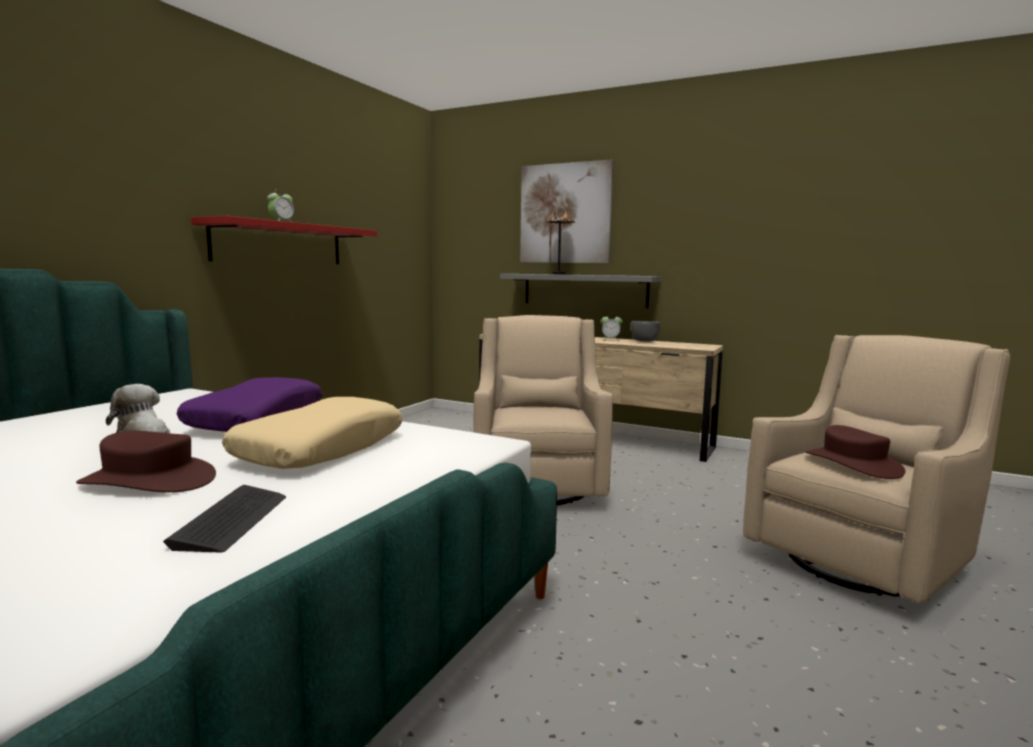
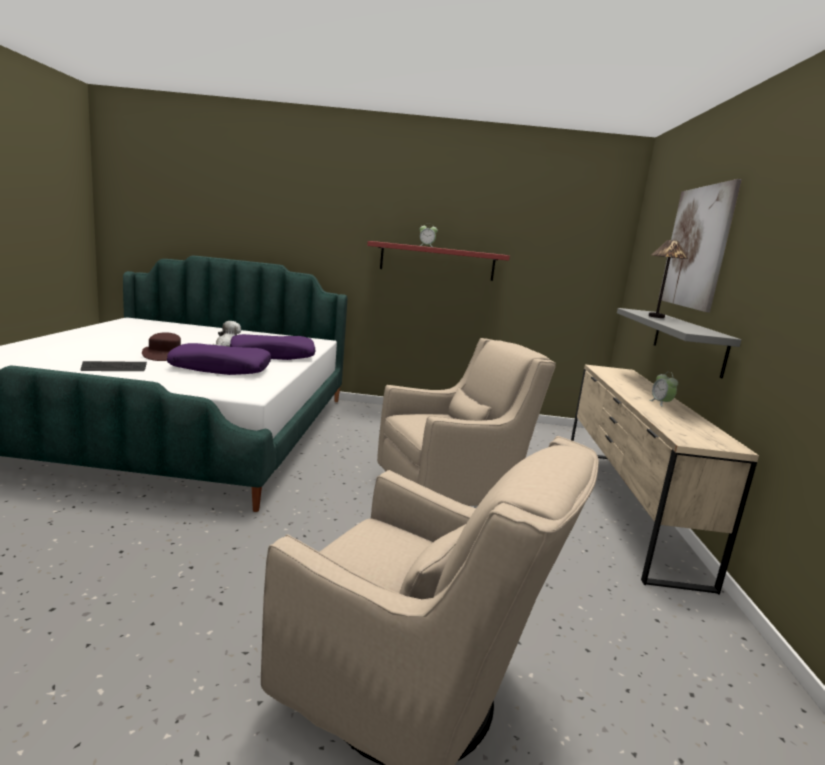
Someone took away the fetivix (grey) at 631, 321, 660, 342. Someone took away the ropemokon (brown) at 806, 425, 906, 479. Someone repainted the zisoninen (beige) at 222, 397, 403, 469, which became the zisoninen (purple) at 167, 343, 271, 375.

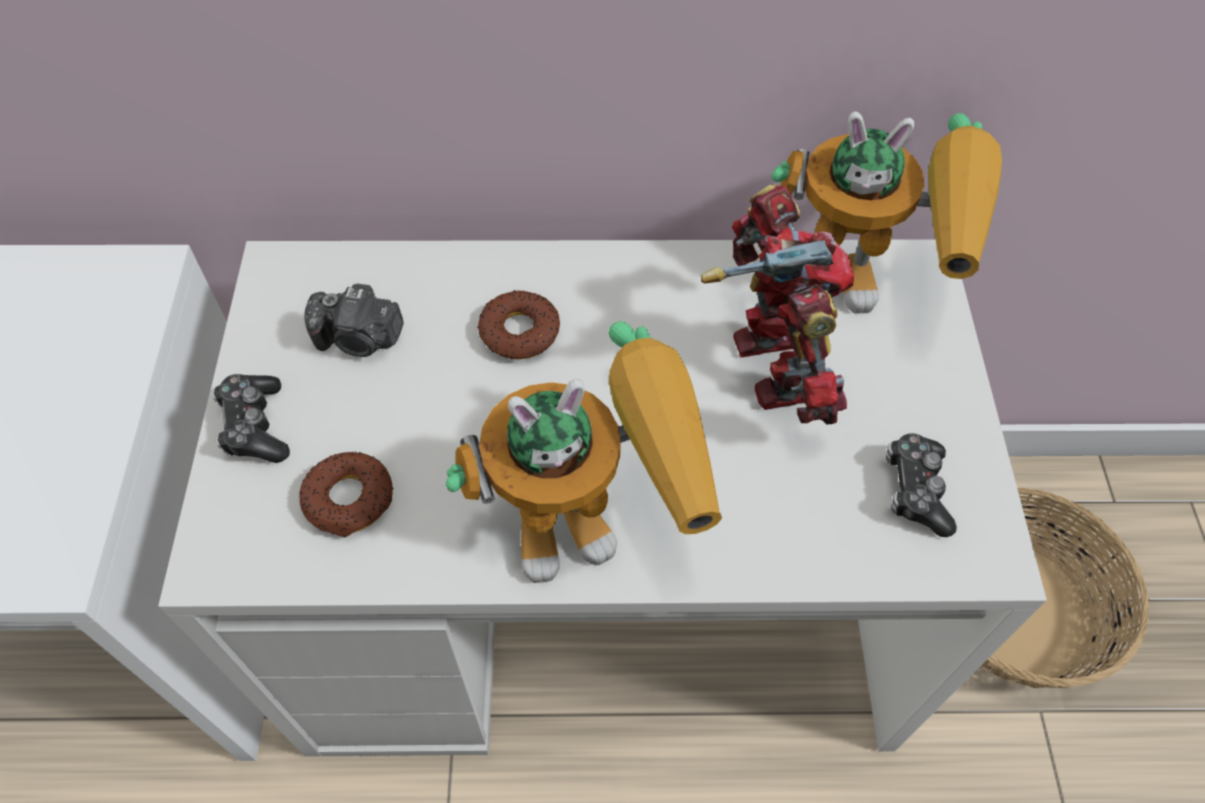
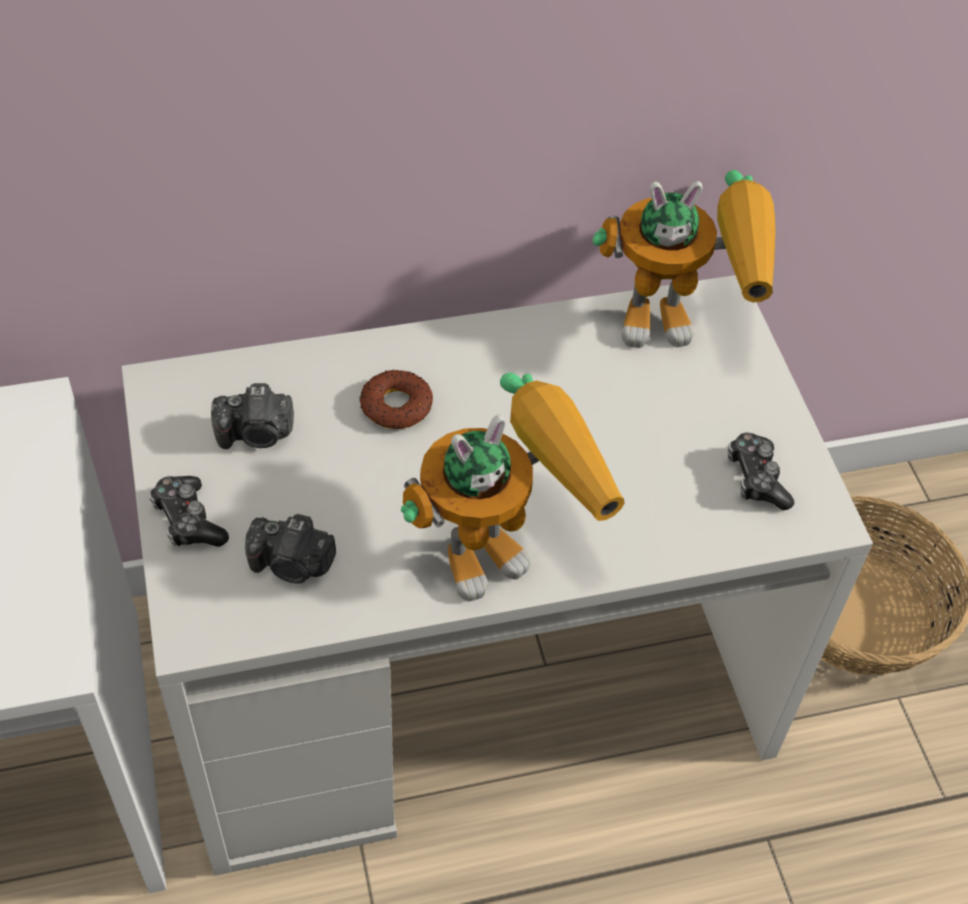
Someone took away the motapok at 701, 184, 854, 424. Someone swapped the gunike at 299, 452, 394, 537 for the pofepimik at 245, 514, 336, 584.

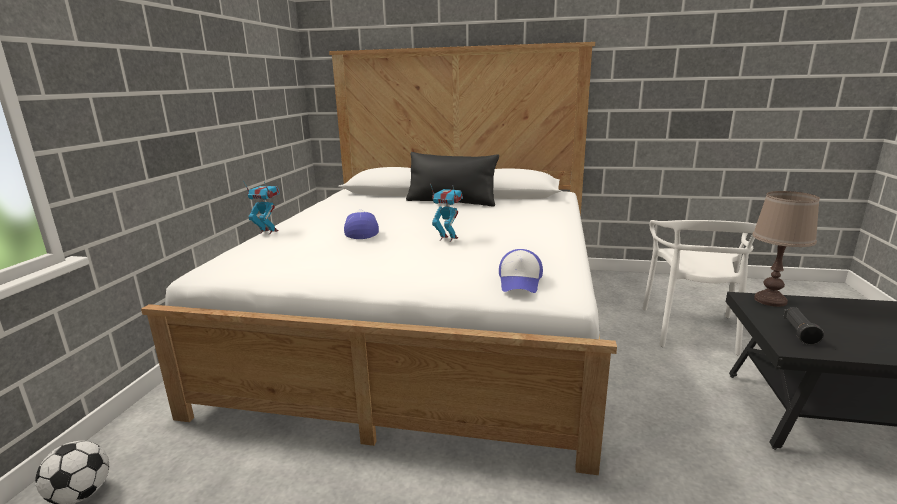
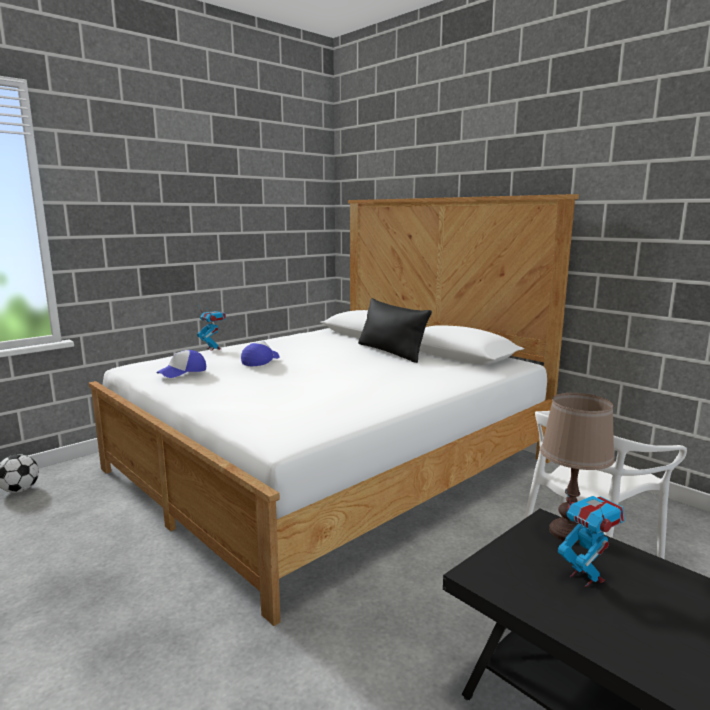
Someone took away the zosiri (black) at 783, 307, 824, 345. Someone carried the motapok from 430, 184, 463, 242 to 558, 489, 625, 587. Someone carried the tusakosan from 499, 249, 543, 293 to 156, 350, 206, 378.

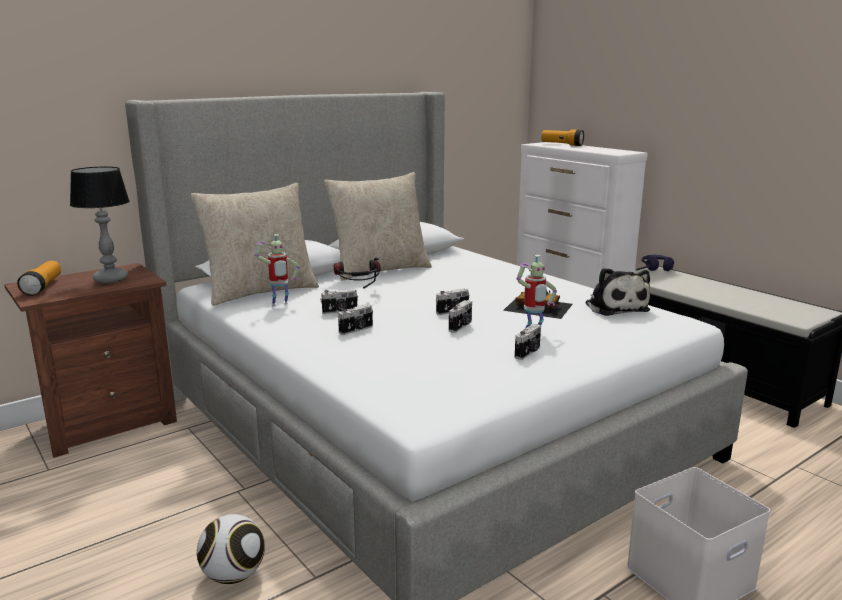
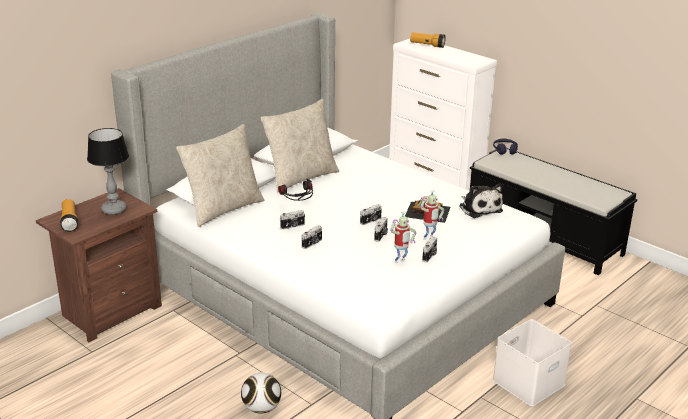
Someone carried the motapok from 255, 234, 300, 306 to 390, 211, 416, 263.

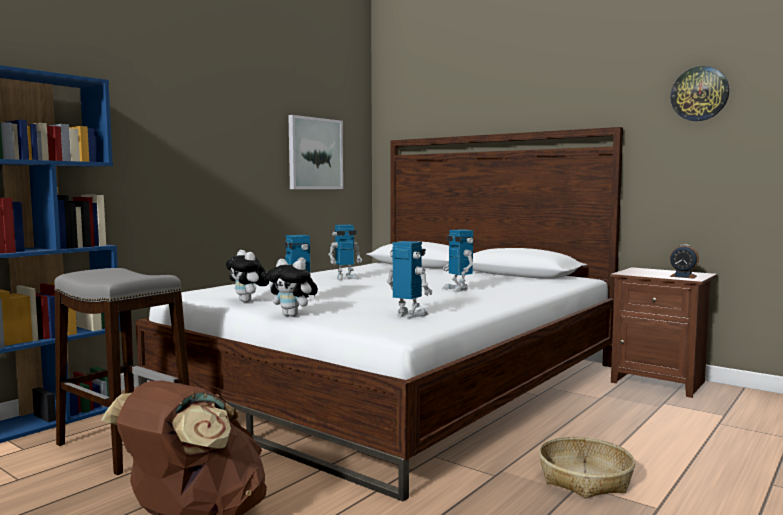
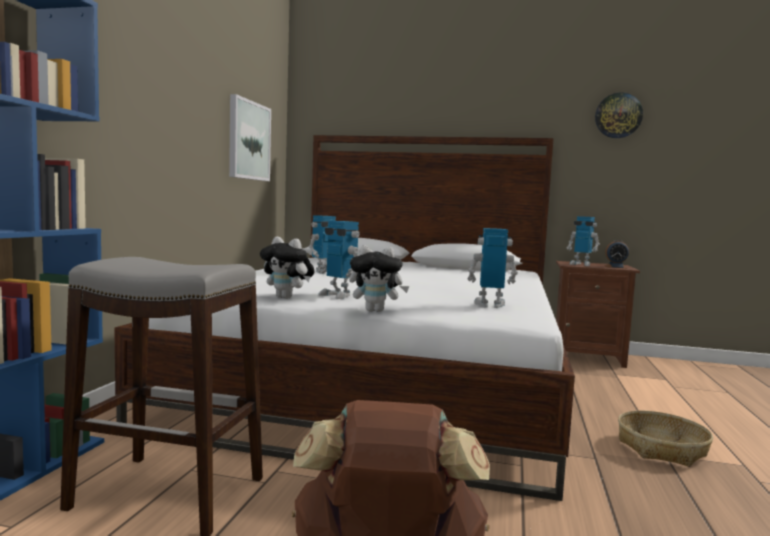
Someone carried the motapok from 442, 229, 474, 292 to 567, 216, 600, 266.

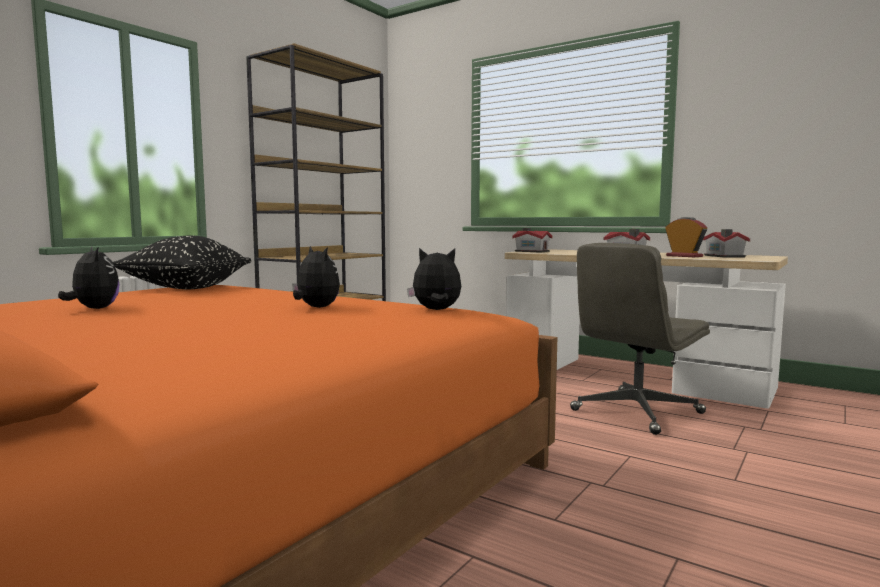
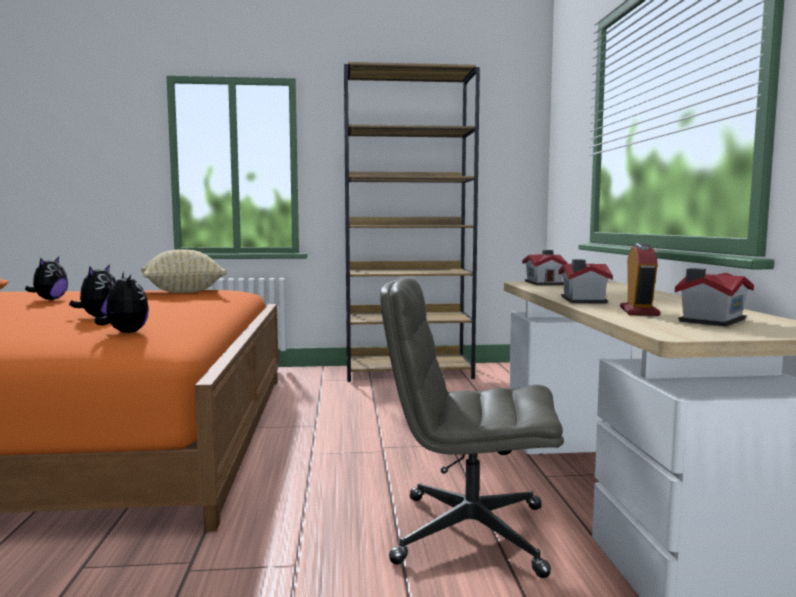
Someone repainted the zisoninen (black) at 113, 236, 251, 289, which became the zisoninen (beige) at 141, 249, 227, 293.

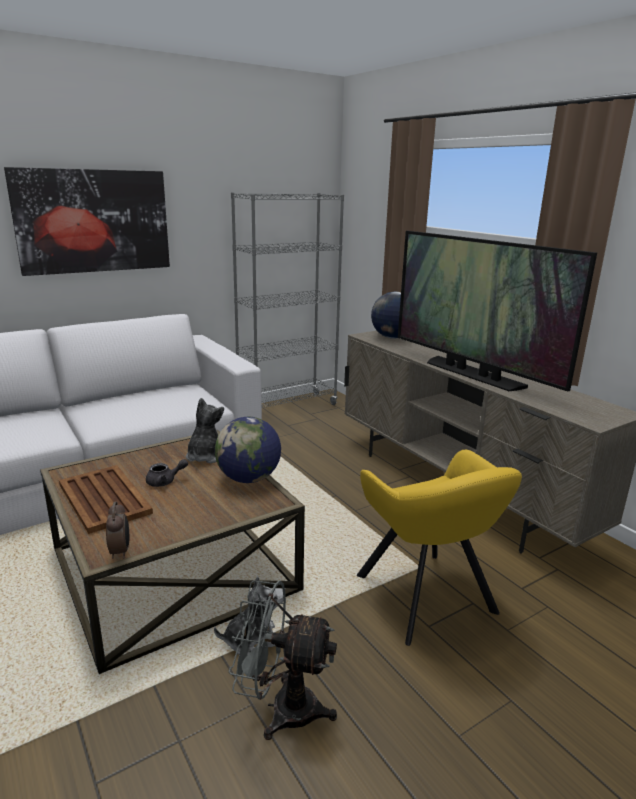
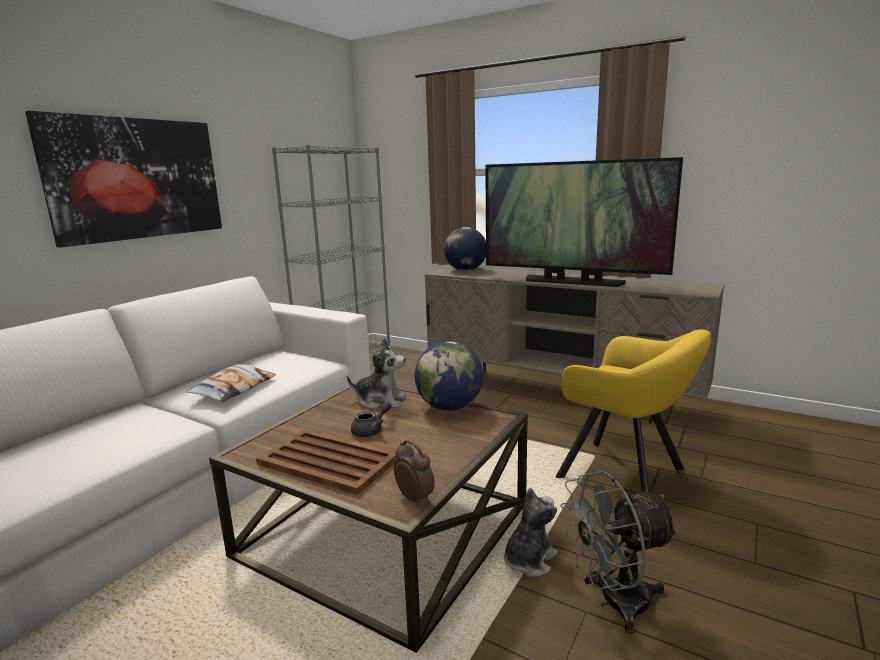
Someone put down the zisoninen at 186, 364, 276, 402. Someone rotated the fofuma at 186, 398, 224, 463 by 120 degrees clockwise.

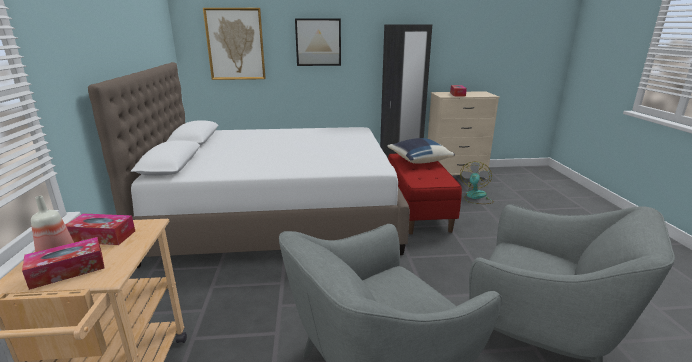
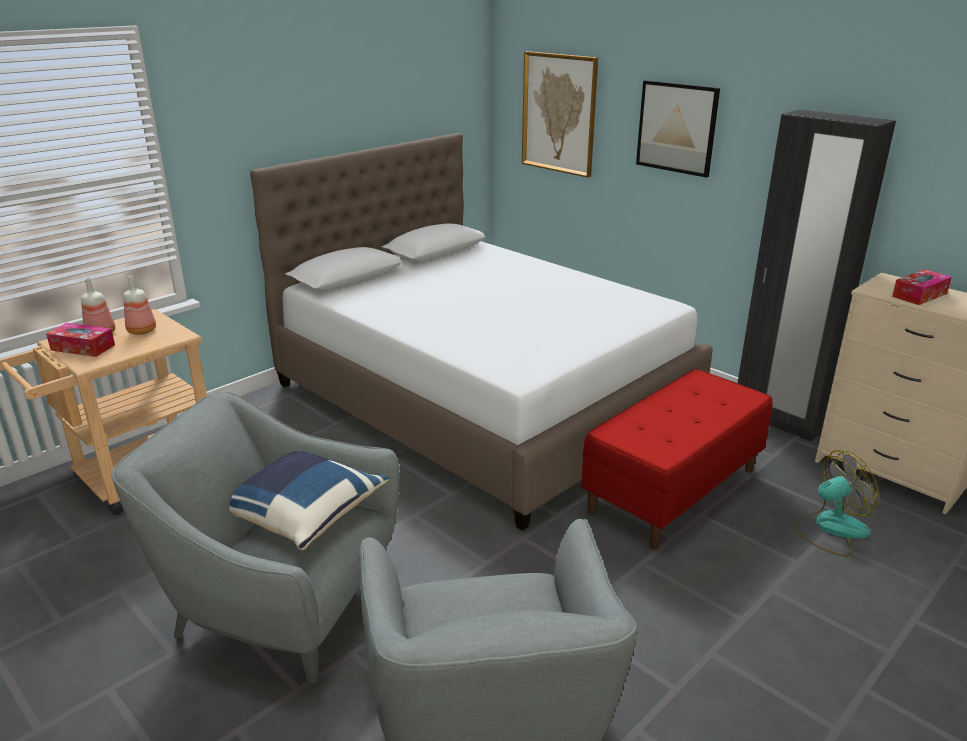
Someone carried the zisoninen (blue) from 388, 138, 455, 164 to 229, 451, 388, 550. Someone swapped the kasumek at 66, 213, 135, 245 for the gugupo at 123, 276, 156, 335.

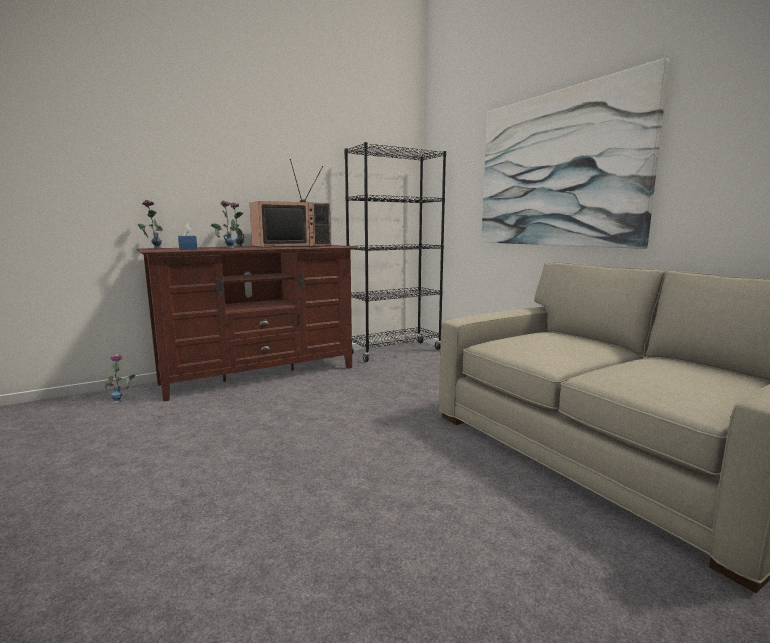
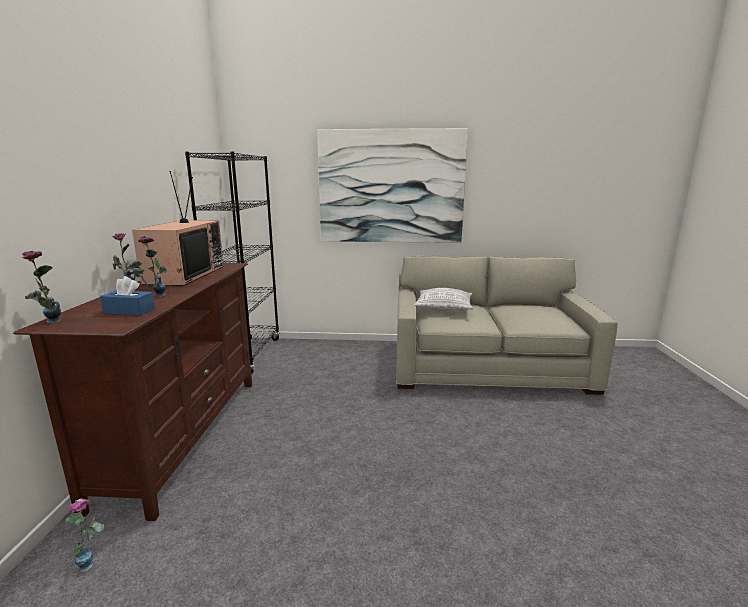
Someone put down the zisoninen at 414, 288, 473, 313.

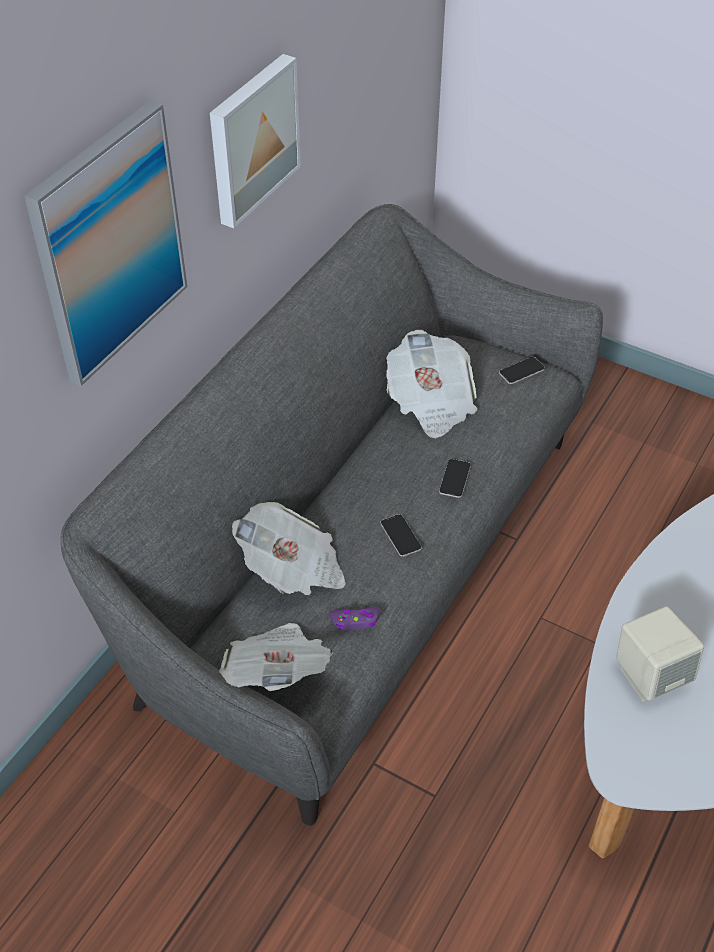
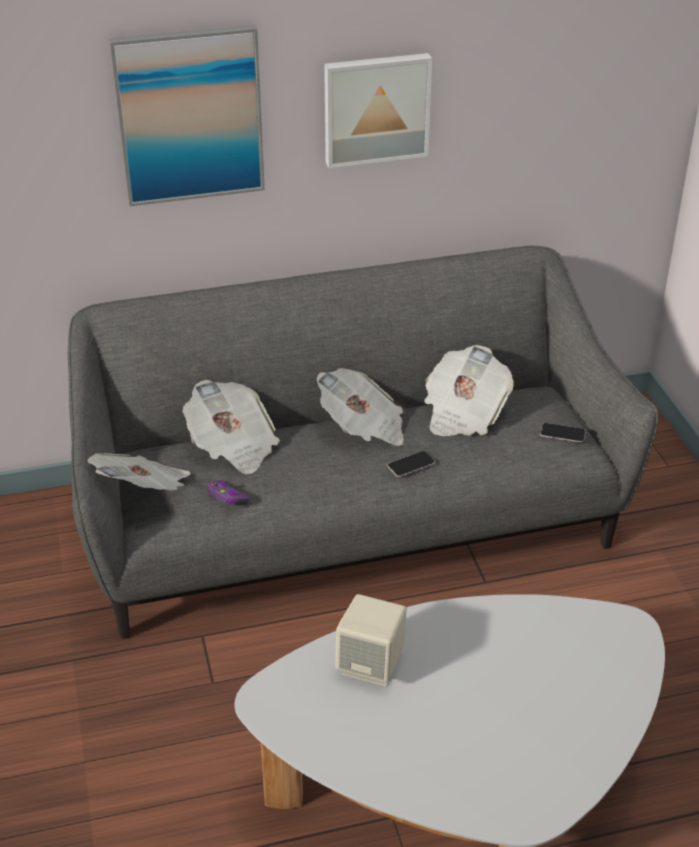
Someone took away the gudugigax at 380, 514, 422, 557. Someone put down the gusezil at 317, 368, 403, 446.

